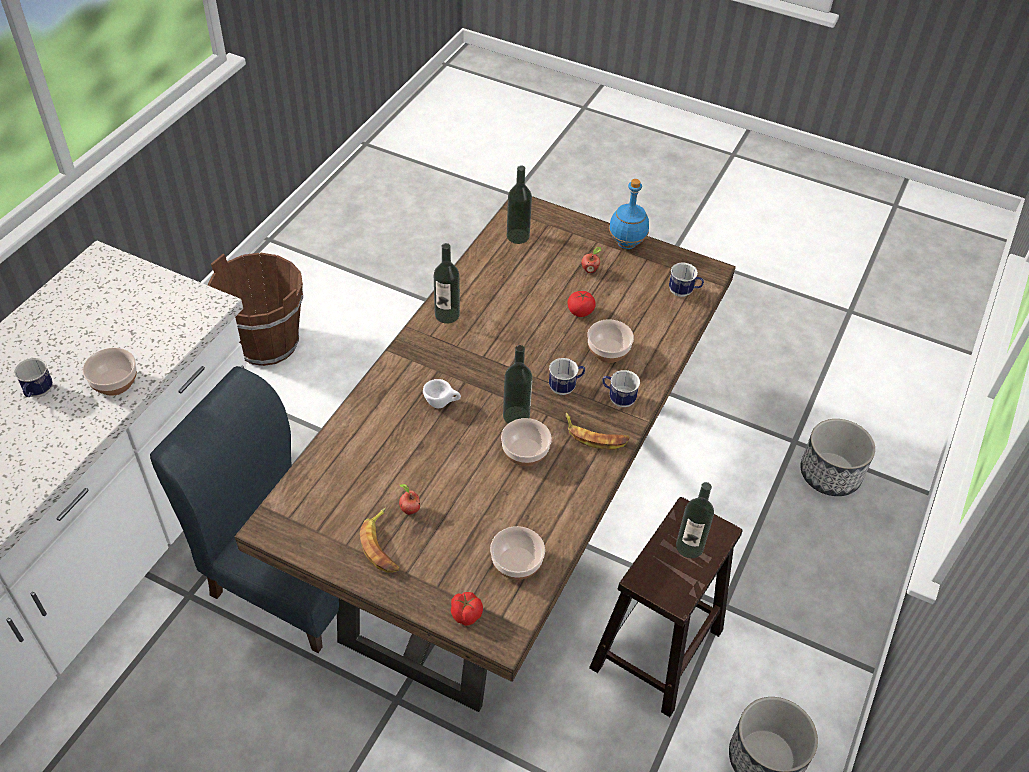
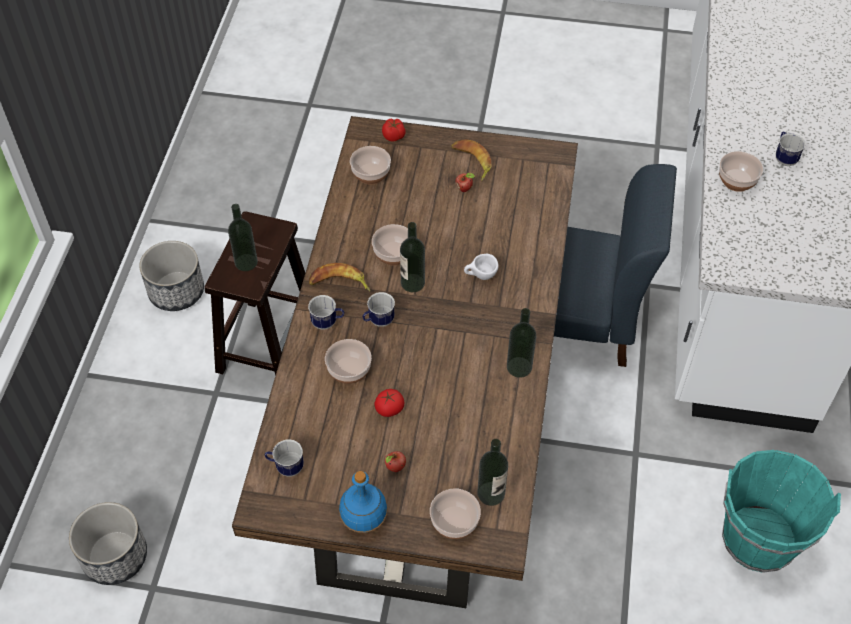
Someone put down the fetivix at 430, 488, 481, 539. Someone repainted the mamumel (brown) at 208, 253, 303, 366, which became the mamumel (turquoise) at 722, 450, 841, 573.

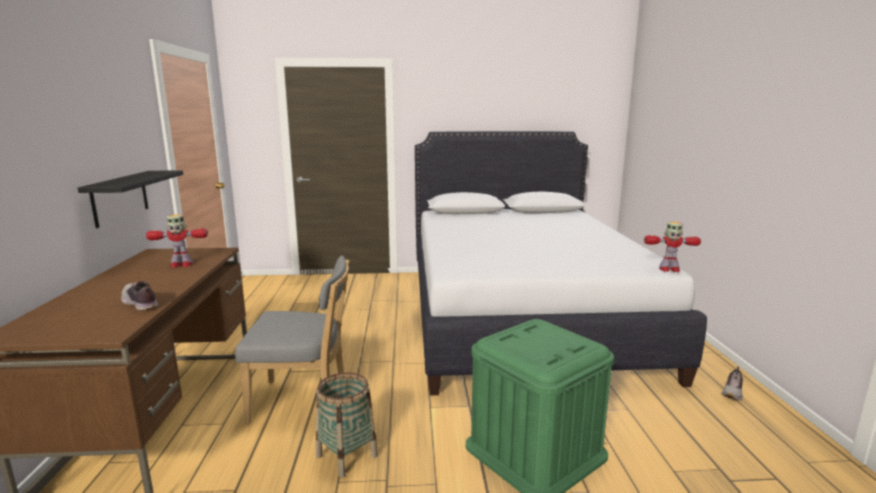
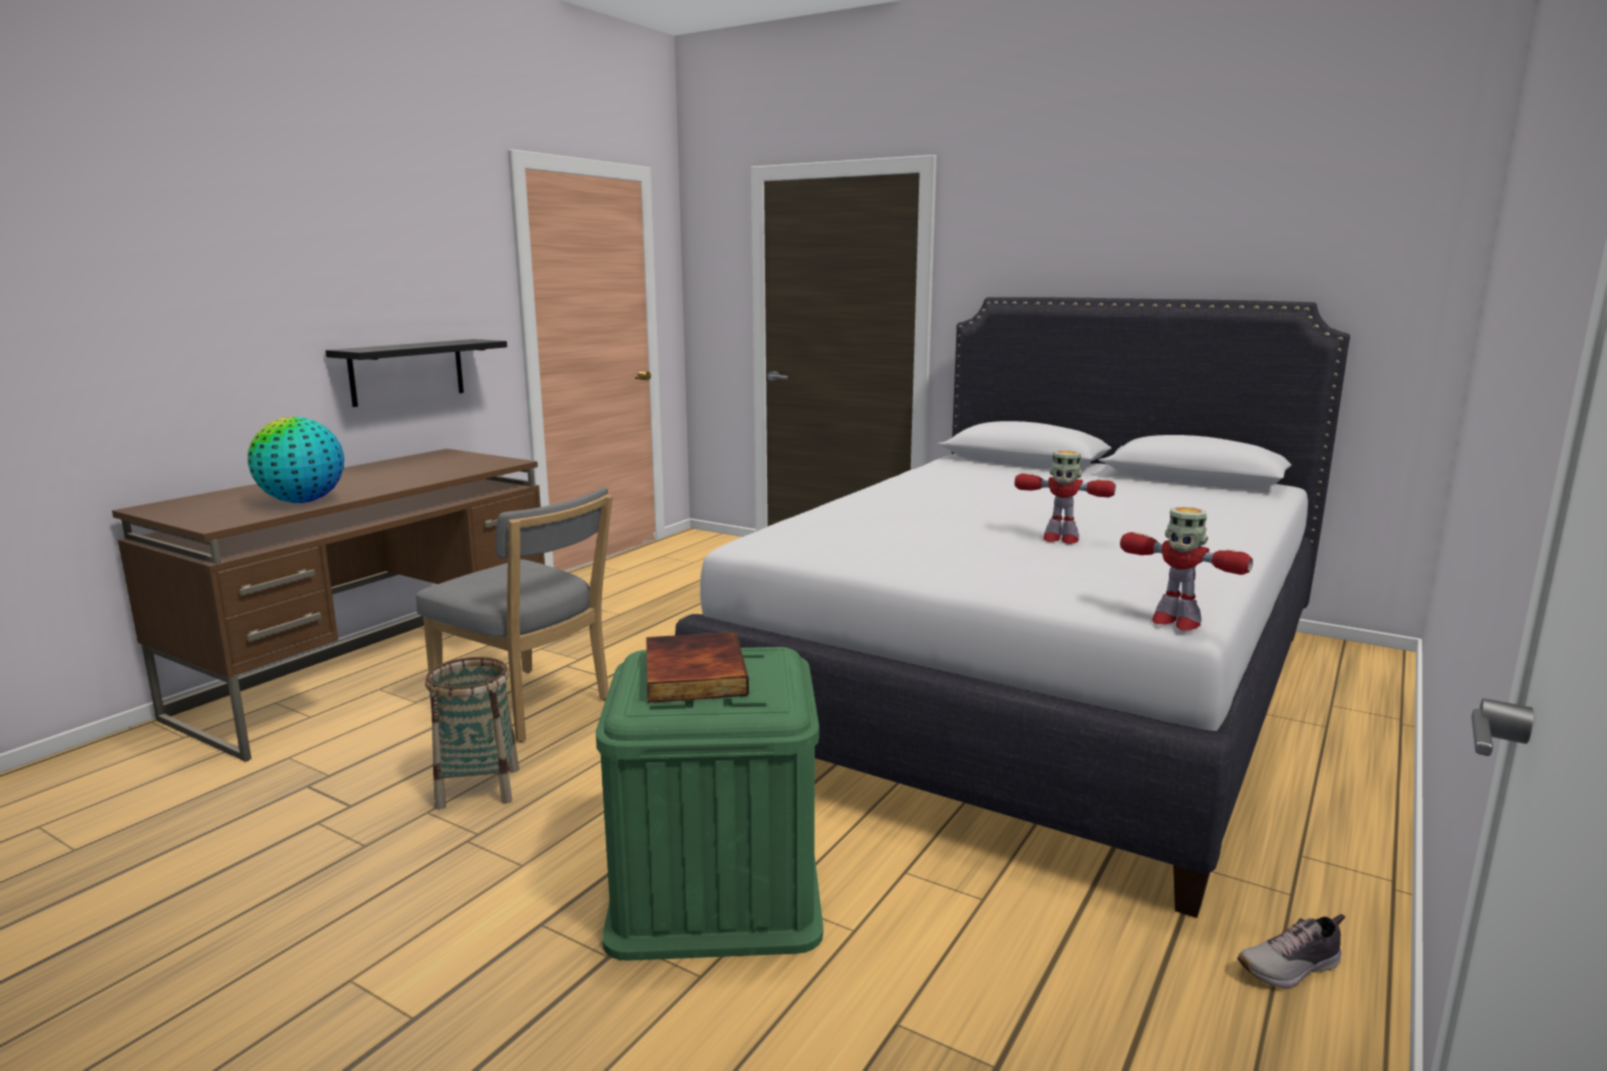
Someone put down the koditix at 646, 632, 749, 703. Someone carried the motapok from 146, 214, 208, 268 to 1015, 451, 1116, 544. Someone swapped the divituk at 121, 281, 158, 311 for the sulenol at 248, 417, 344, 503.

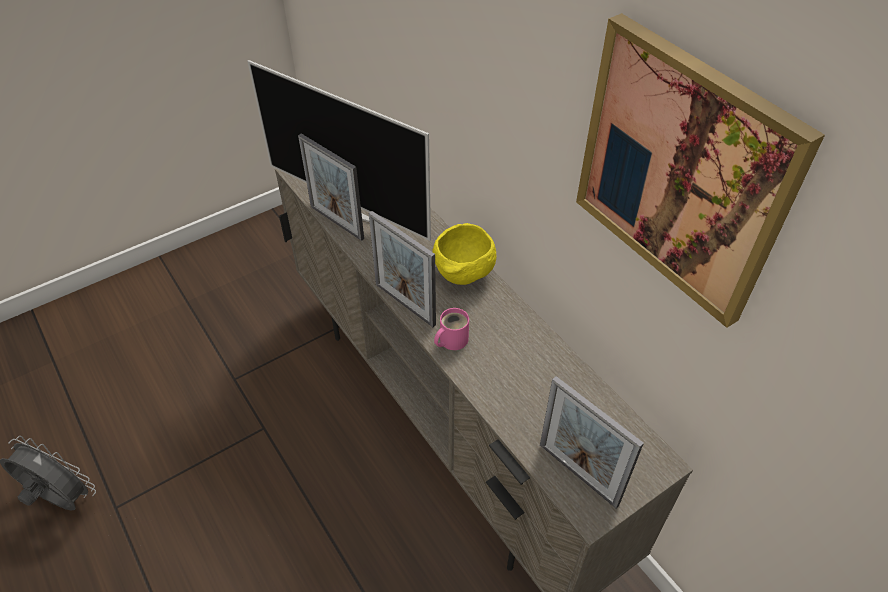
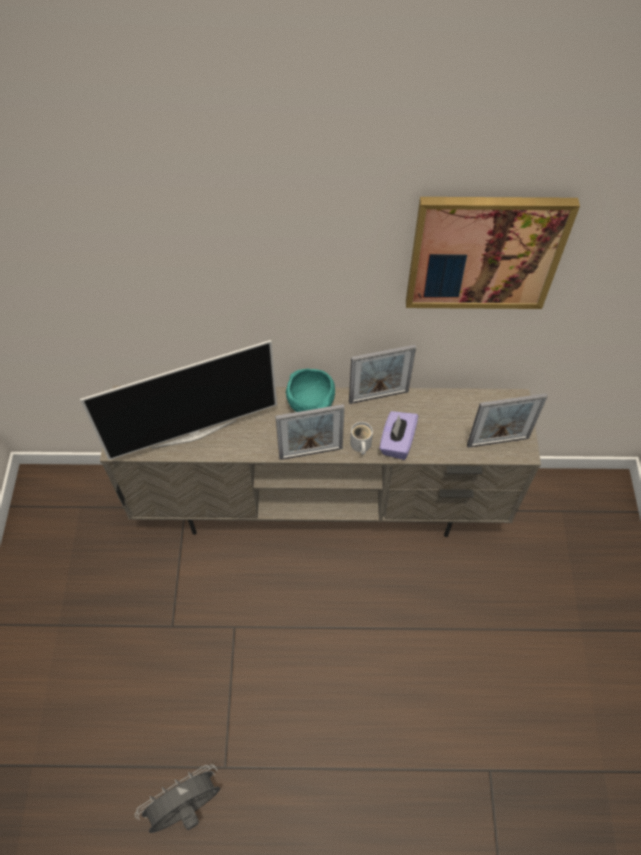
Someone put down the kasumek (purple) at 380, 411, 418, 460. Someone carried the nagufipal from 298, 134, 364, 241 to 349, 345, 416, 404. Someone repainted the fetivix (yellow) at 433, 223, 497, 285, which became the fetivix (turquoise) at 286, 369, 335, 412. Someone repainted the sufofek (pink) at 434, 308, 469, 350, which became the sufofek (white) at 350, 422, 373, 455.

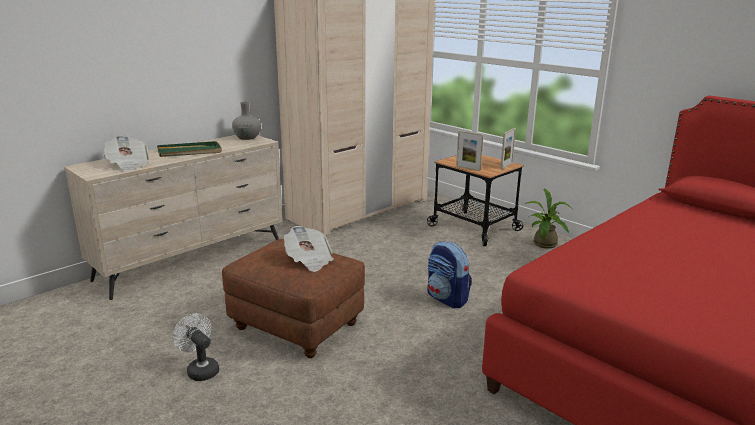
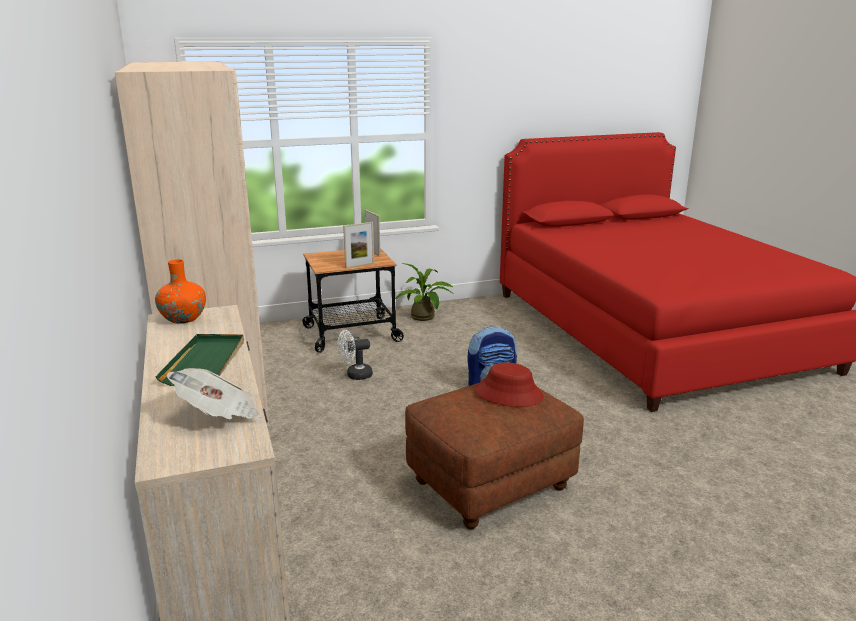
Someone carried the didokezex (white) from 172, 313, 219, 381 to 338, 330, 373, 380. Someone swapped the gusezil at 283, 226, 334, 272 for the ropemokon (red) at 474, 362, 544, 407. Someone repainted the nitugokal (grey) at 232, 102, 261, 140, which became the nitugokal (orange) at 155, 259, 206, 324.

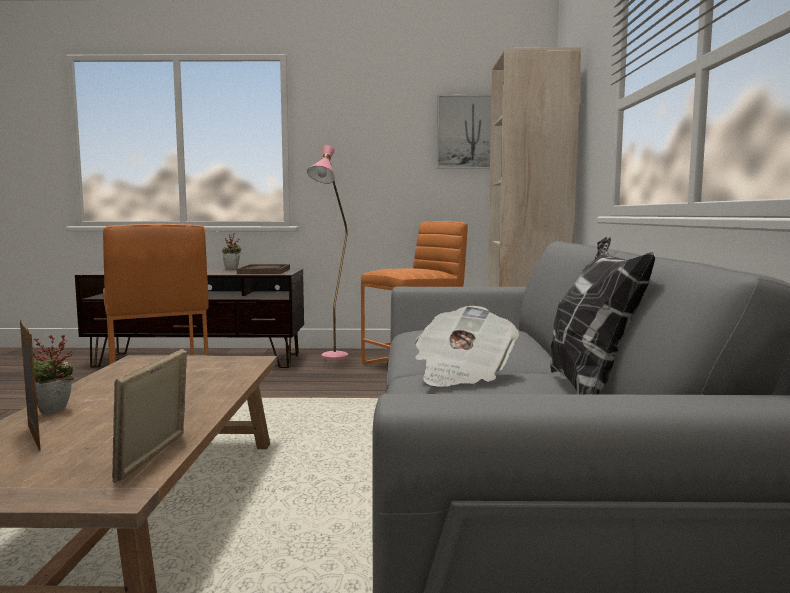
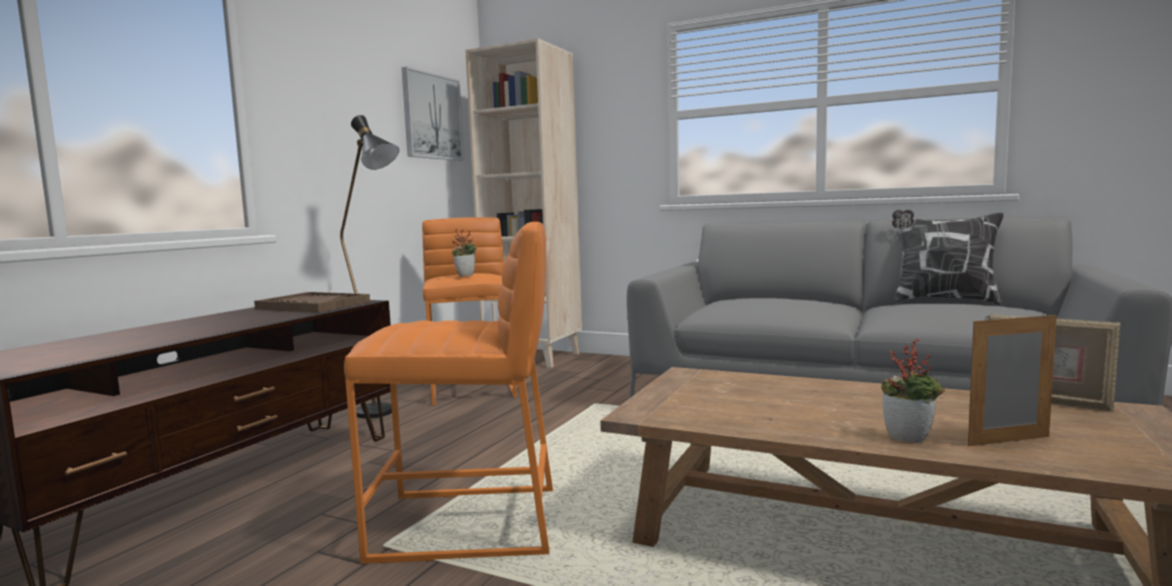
Someone took away the gusezil at 415, 306, 519, 387. Someone carried the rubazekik from 222, 233, 242, 269 to 452, 228, 477, 277. Someone repainted the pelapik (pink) at 307, 145, 348, 360, which became the pelapik (black) at 340, 115, 399, 418.

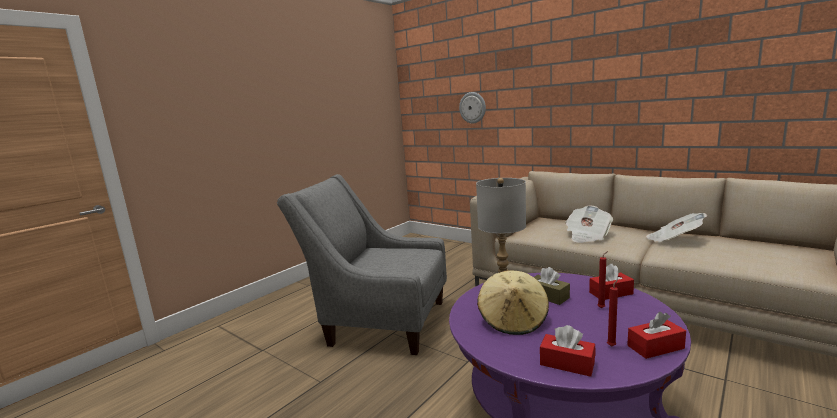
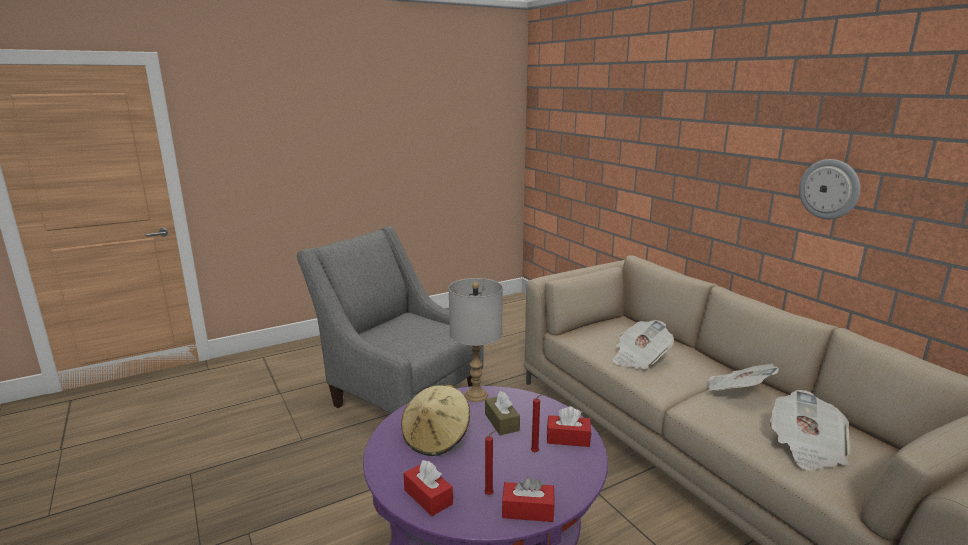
Someone put down the gusezil at 769, 390, 850, 470. Someone carried the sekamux from 459, 92, 486, 124 to 799, 159, 860, 219.

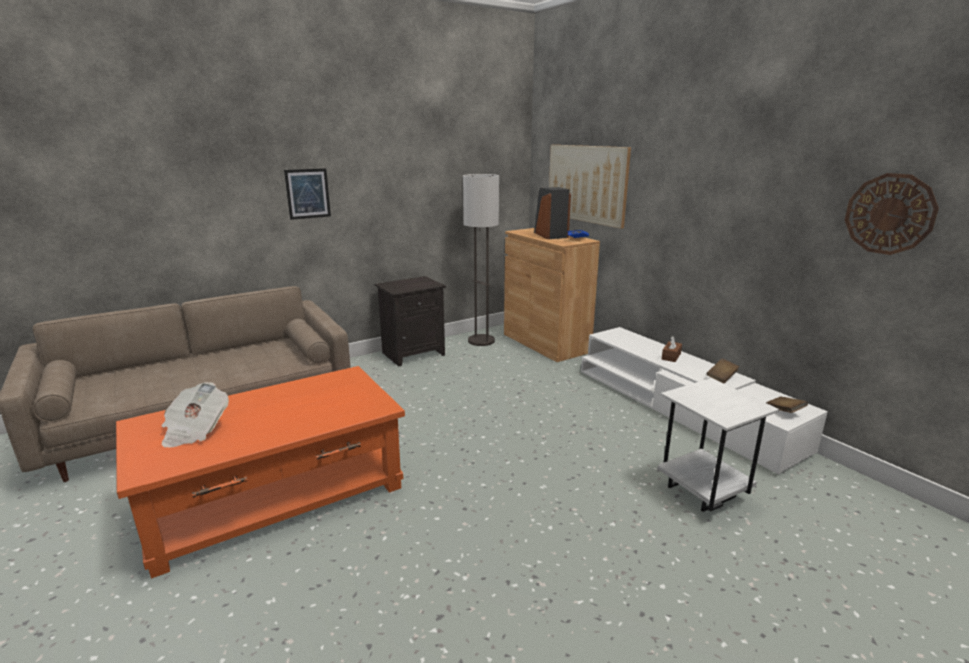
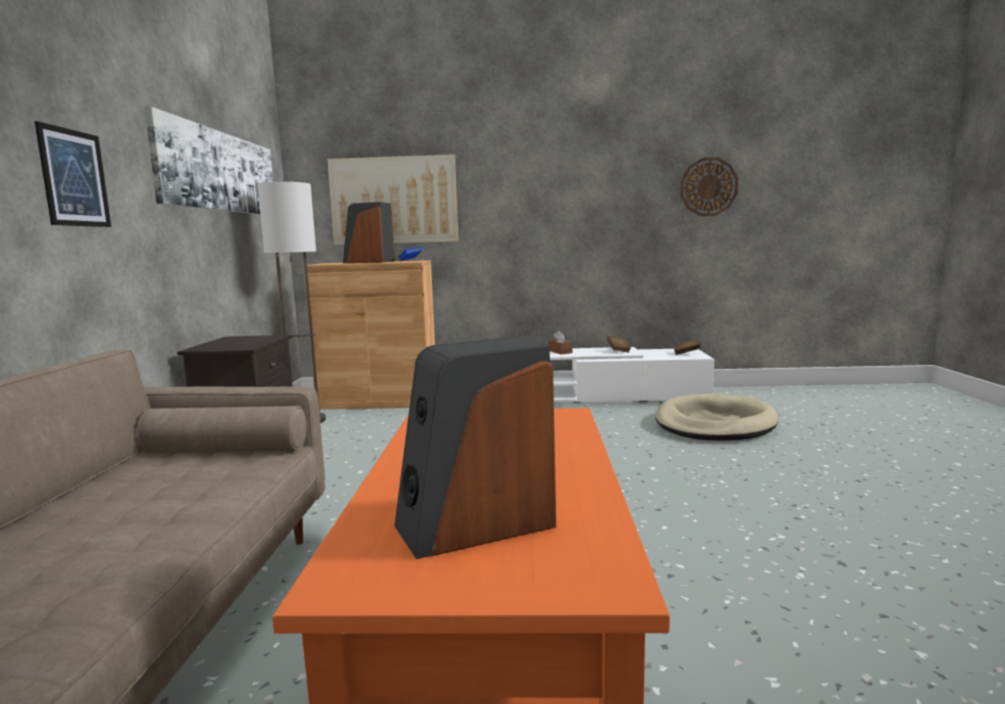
Someone put up the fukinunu at 144, 106, 273, 214. Someone swapped the gusezil at 162, 382, 229, 447 for the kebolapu at 394, 337, 556, 559. Someone swapped the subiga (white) at 657, 378, 779, 512 for the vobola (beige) at 656, 393, 779, 441.

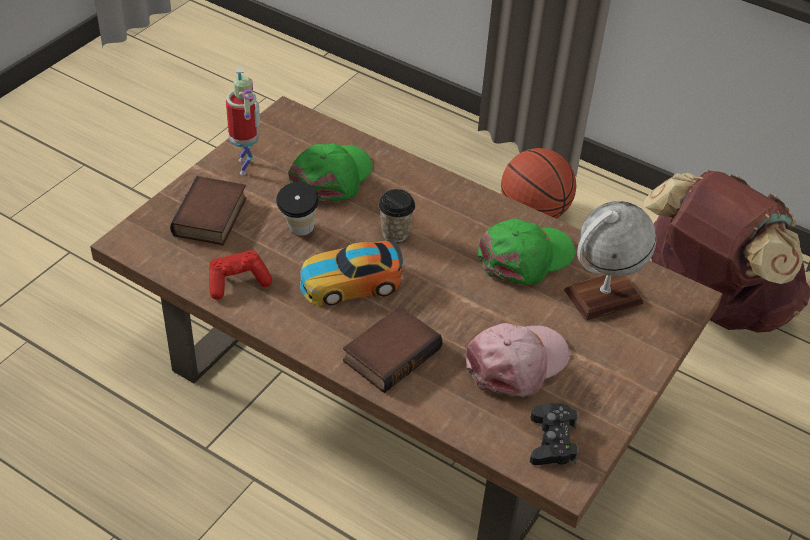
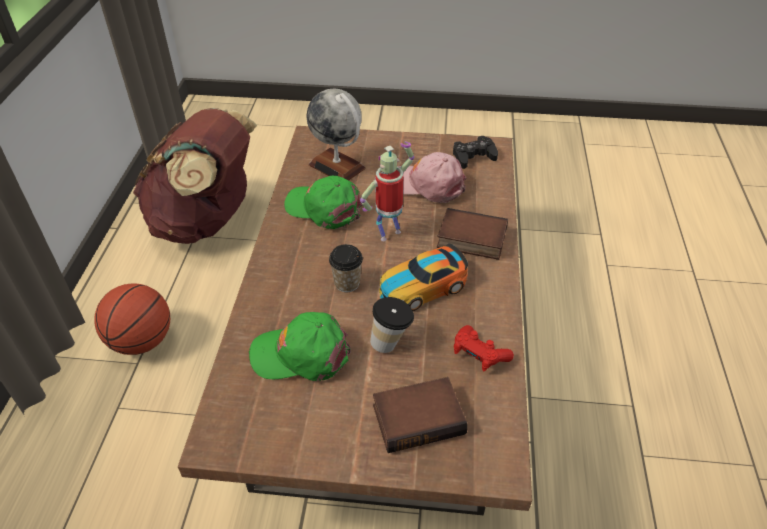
Someone carried the motapok from 226, 68, 260, 175 to 360, 142, 414, 241. Someone rotated the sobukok at 300, 238, 403, 306 by 105 degrees clockwise.

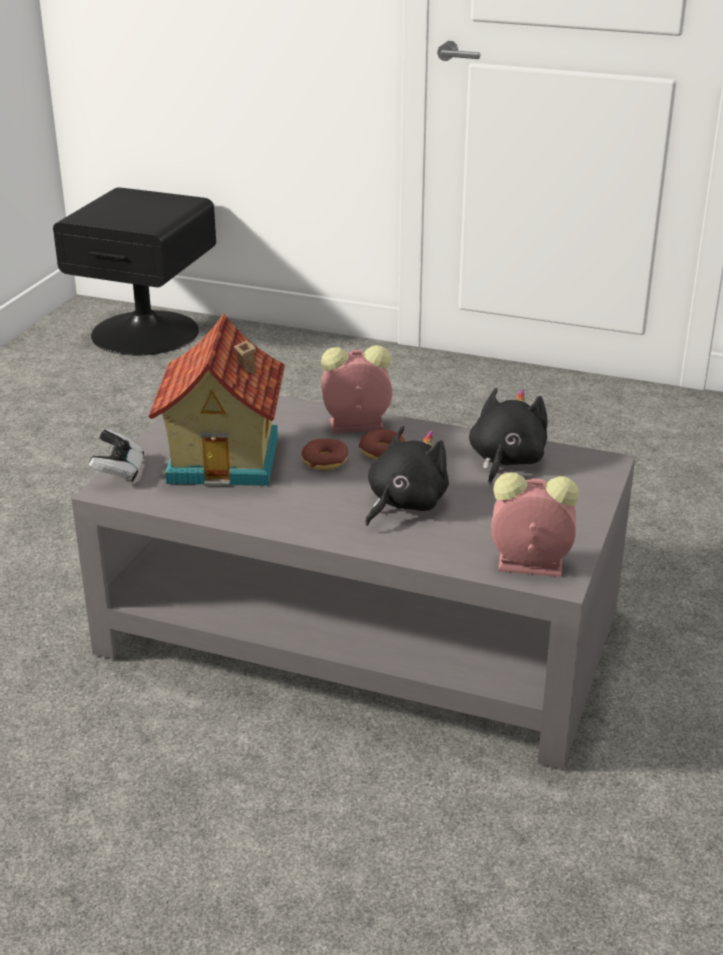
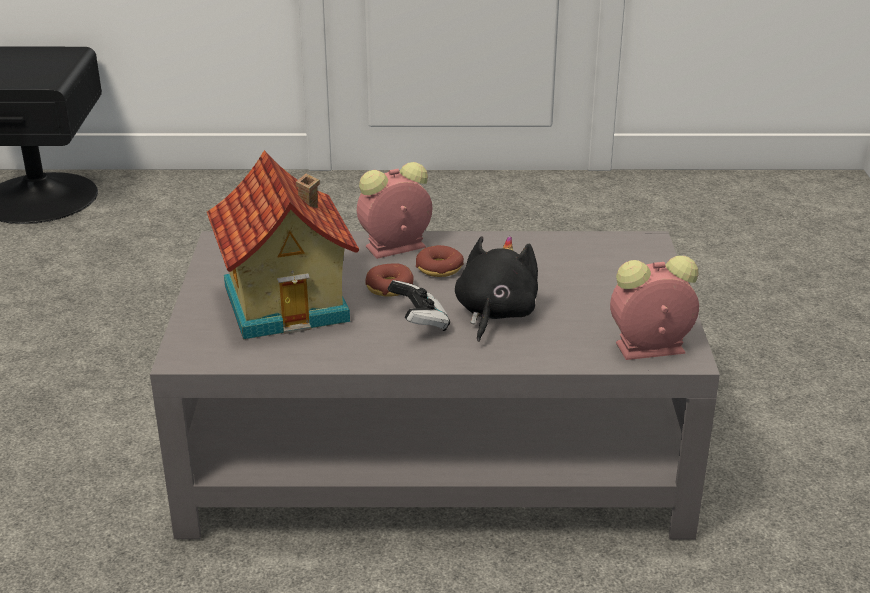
Someone took away the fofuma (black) at 469, 388, 548, 484. Someone carried the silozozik from 89, 429, 144, 482 to 388, 280, 450, 331.

